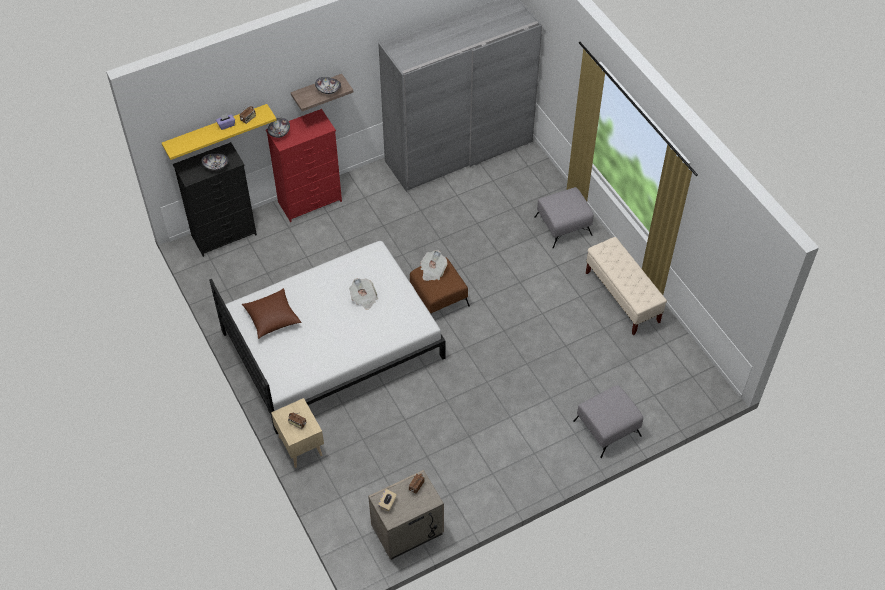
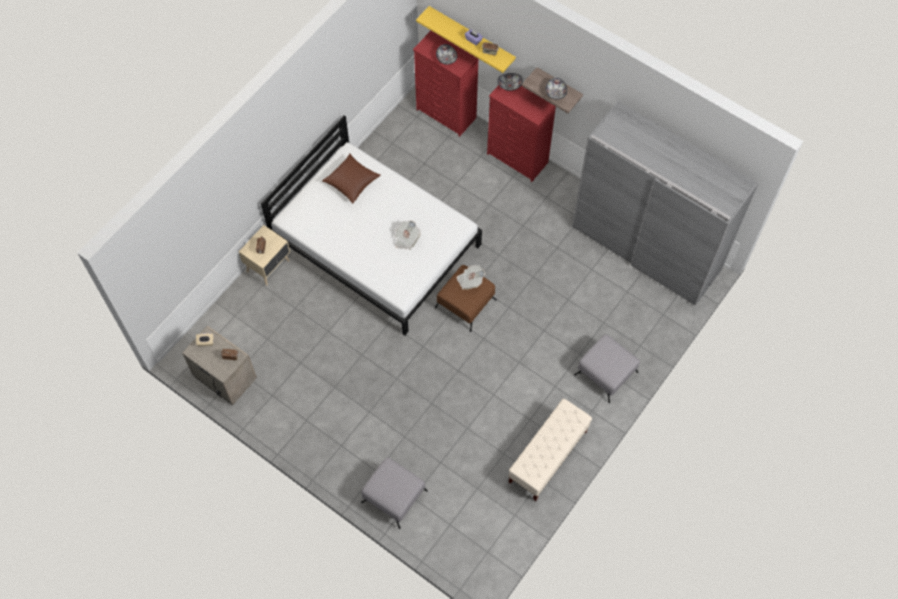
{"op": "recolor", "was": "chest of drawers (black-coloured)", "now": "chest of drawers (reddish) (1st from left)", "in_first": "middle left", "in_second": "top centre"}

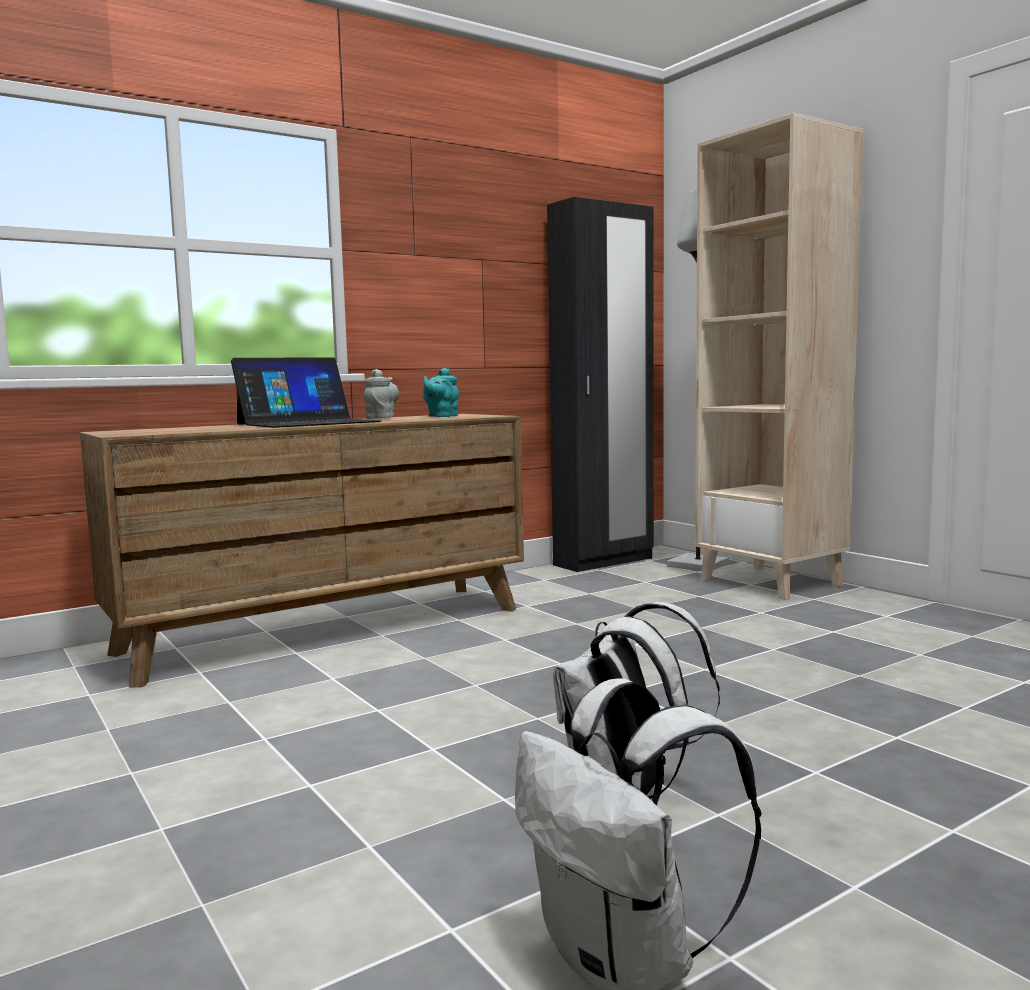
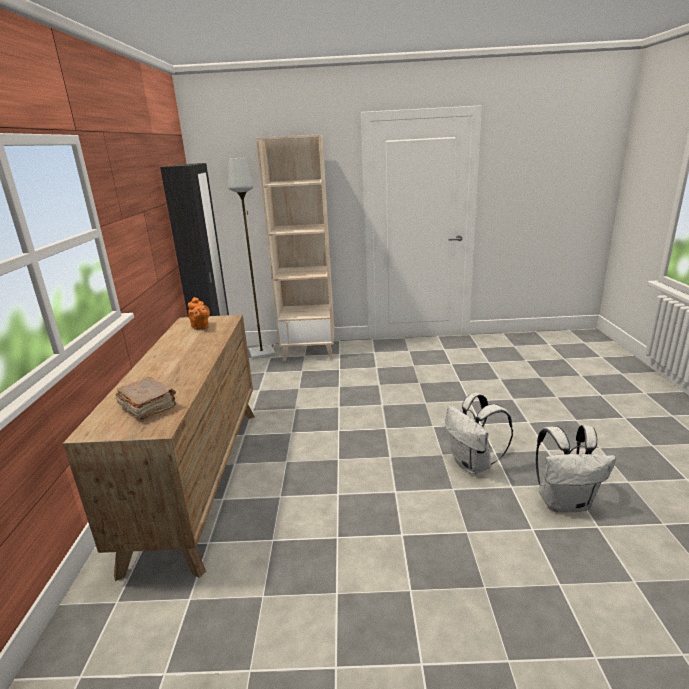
{"op": "delete", "was": "laptop", "in_first": "middle left"}
{"op": "delete", "was": "tea pot (greyish)", "in_first": "centre"}
{"op": "insert", "now": "bound book (brownish)", "in_second": "middle left"}
{"op": "recolor", "was": "tea pot (turquoise)", "now": "tea pot (orangey)", "in_first": "centre", "in_second": "middle left"}

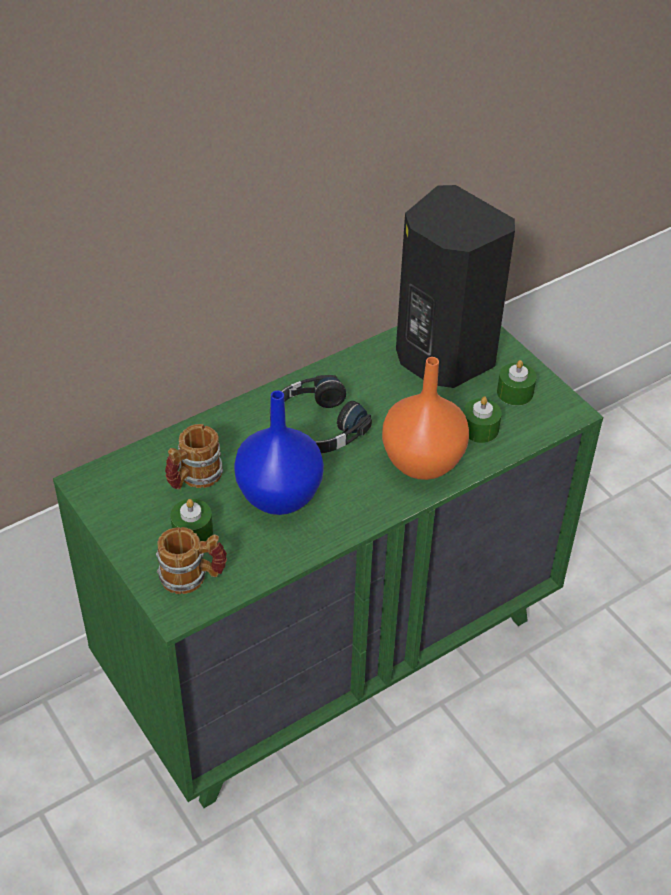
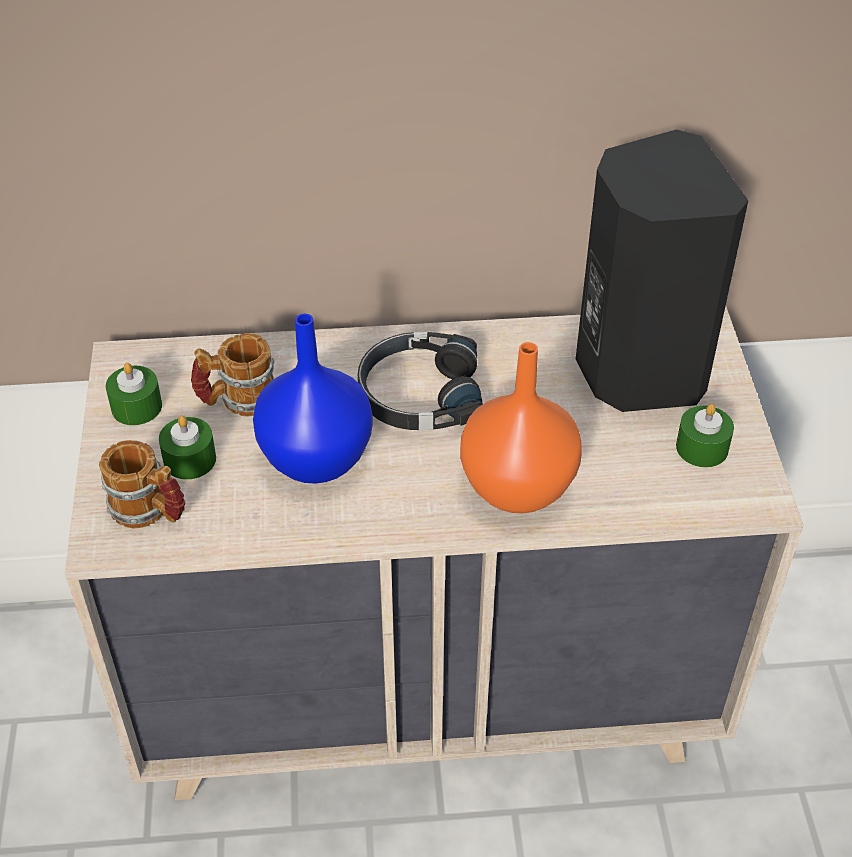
{"op": "move", "was": "wax light (green) (2nd from left in the first image)", "now": "wax light (green) (1st from left)", "in_first": "middle right", "in_second": "middle left"}
{"op": "recolor", "was": "chest of drawers (green)", "now": "chest of drawers (beige)", "in_first": "centre", "in_second": "centre"}

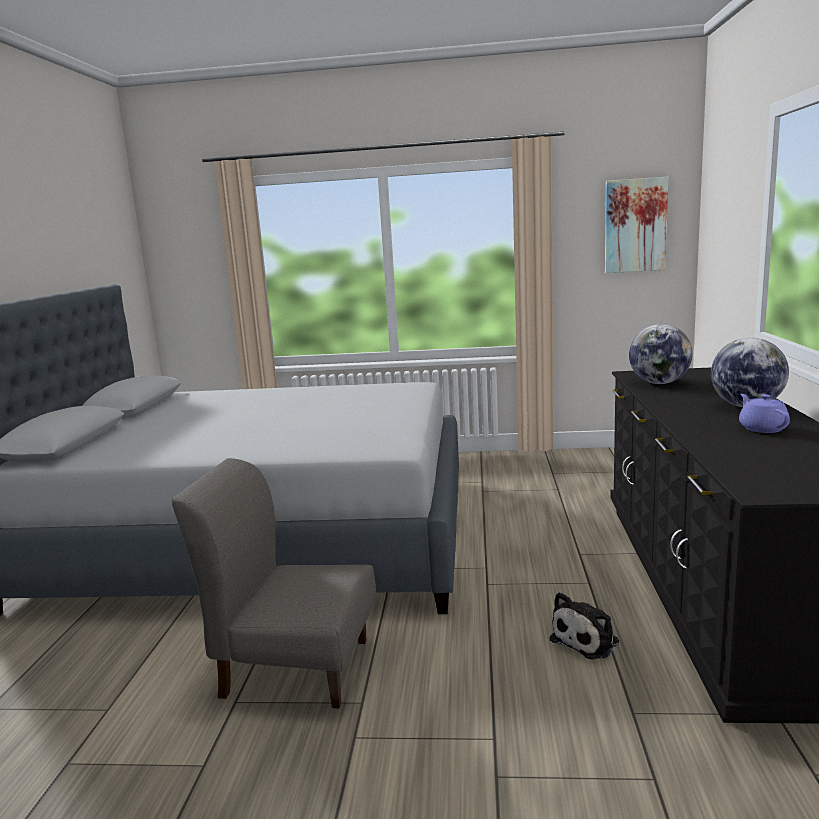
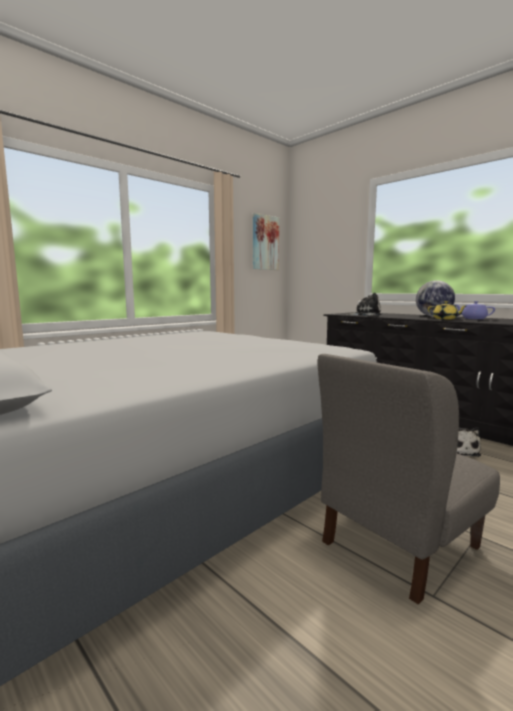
{"op": "insert", "now": "tea pot (yellowish)", "in_second": "middle right"}
{"op": "replace", "was": "globe (1st from left)", "now": "plush toy (1st from left)", "in_first": "middle right", "in_second": "middle right"}

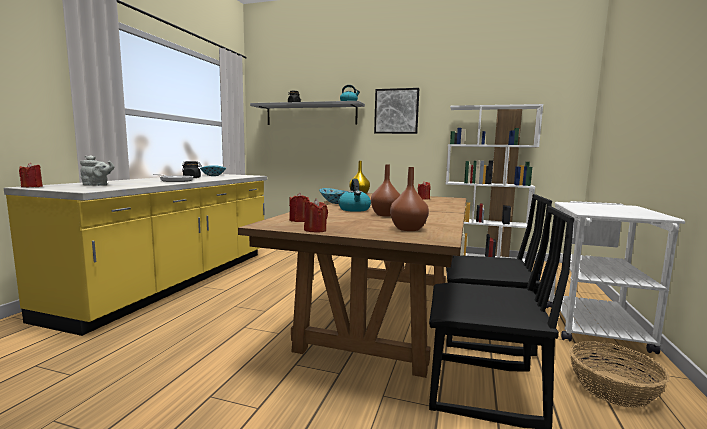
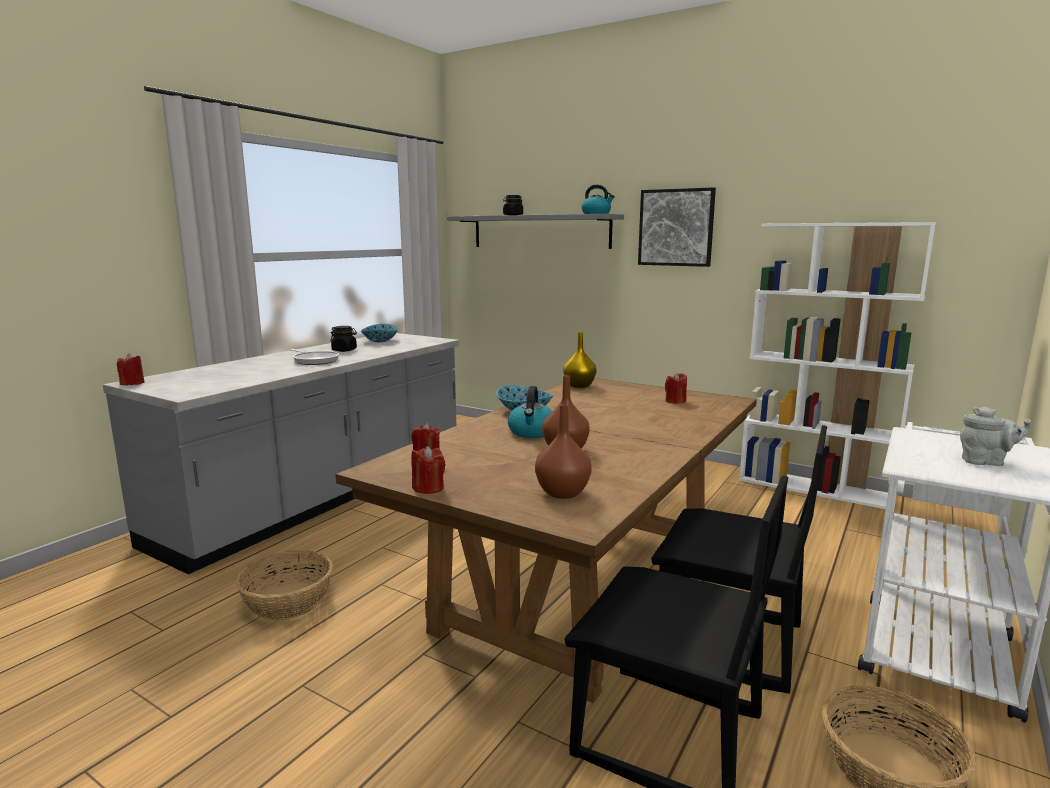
{"op": "insert", "now": "basket (1st from left)", "in_second": "bottom left"}
{"op": "move", "was": "tea pot (greyish)", "in_first": "middle left", "in_second": "middle right"}
{"op": "recolor", "was": "counter (yellowish)", "now": "counter (greyish)", "in_first": "middle left", "in_second": "middle left"}

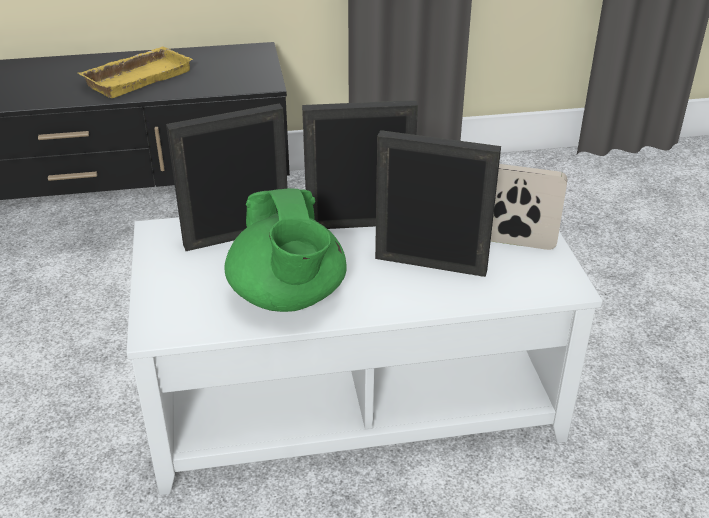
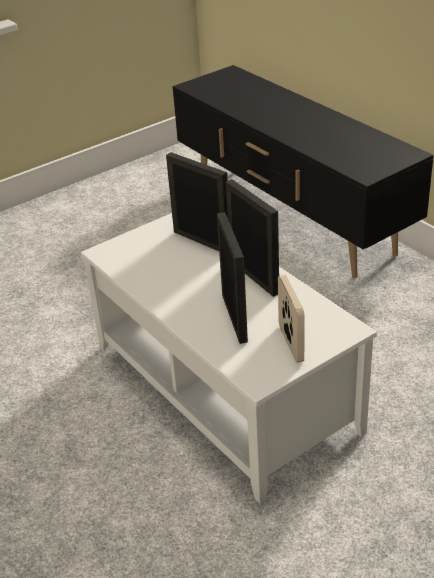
{"op": "delete", "was": "serving tray (yellowish)", "in_first": "top left"}
{"op": "delete", "was": "tea pot (green)", "in_first": "centre"}

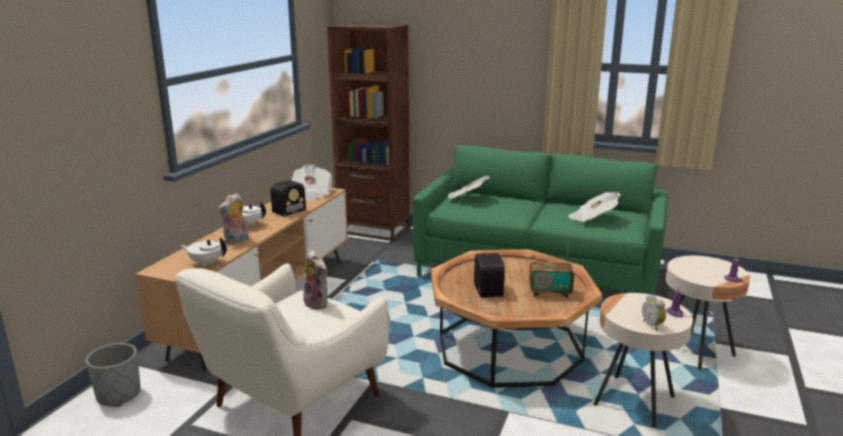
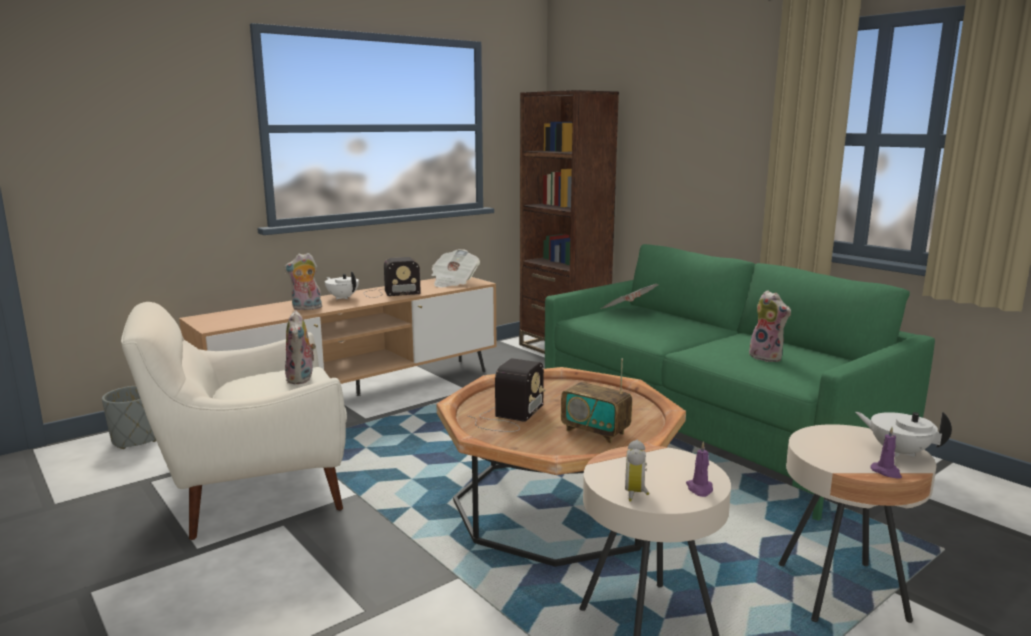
{"op": "move", "was": "tea pot (white) (1st from left in the first image)", "now": "tea pot (white) (2nd from left)", "in_first": "middle left", "in_second": "bottom right"}
{"op": "replace", "was": "printed paper (3rd from left)", "now": "plush toy (3rd from left)", "in_first": "middle right", "in_second": "middle right"}

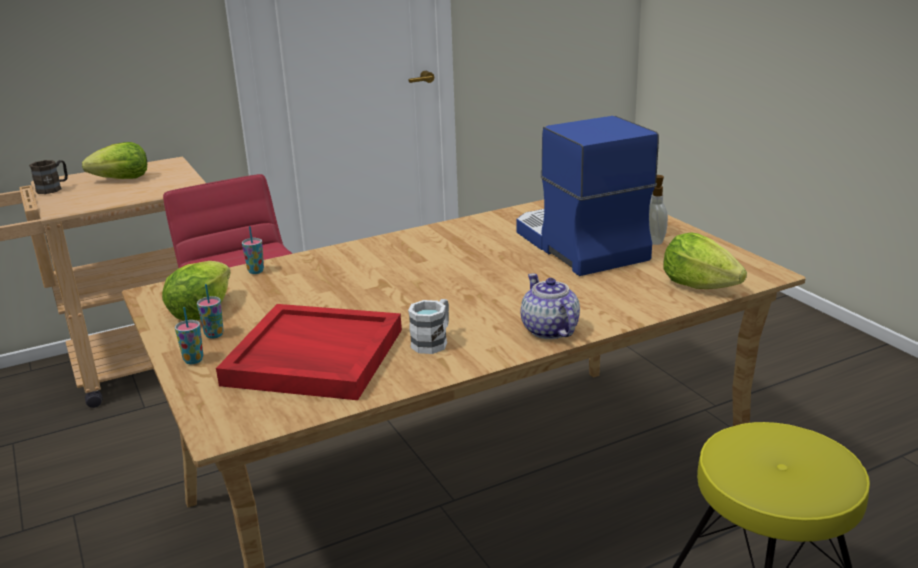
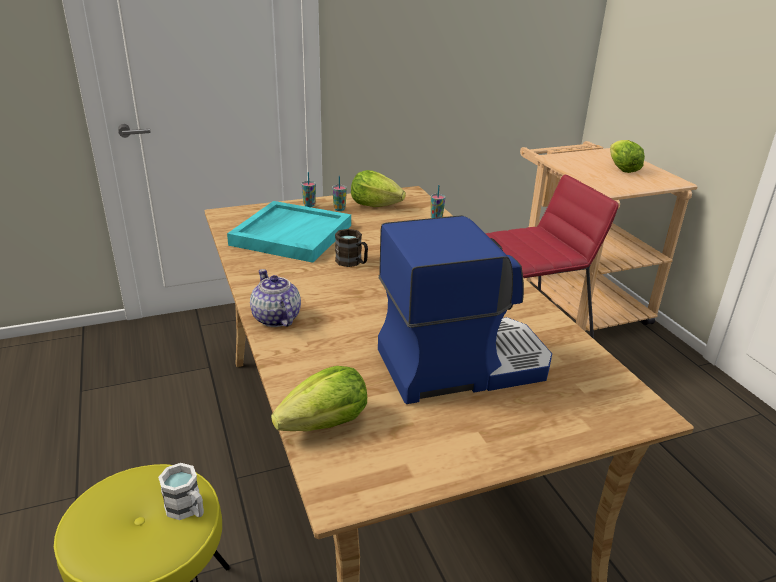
{"op": "delete", "was": "soap dispenser", "in_first": "middle right"}
{"op": "move", "was": "mug (brownish)", "in_first": "top left", "in_second": "centre"}
{"op": "move", "was": "mug (white)", "in_first": "centre", "in_second": "bottom left"}
{"op": "recolor", "was": "serving tray (reddish)", "now": "serving tray (turquoise)", "in_first": "centre", "in_second": "centre"}
{"op": "rotate", "was": "tea pot", "in_first": "centre", "in_second": "centre", "clockwise": -105}

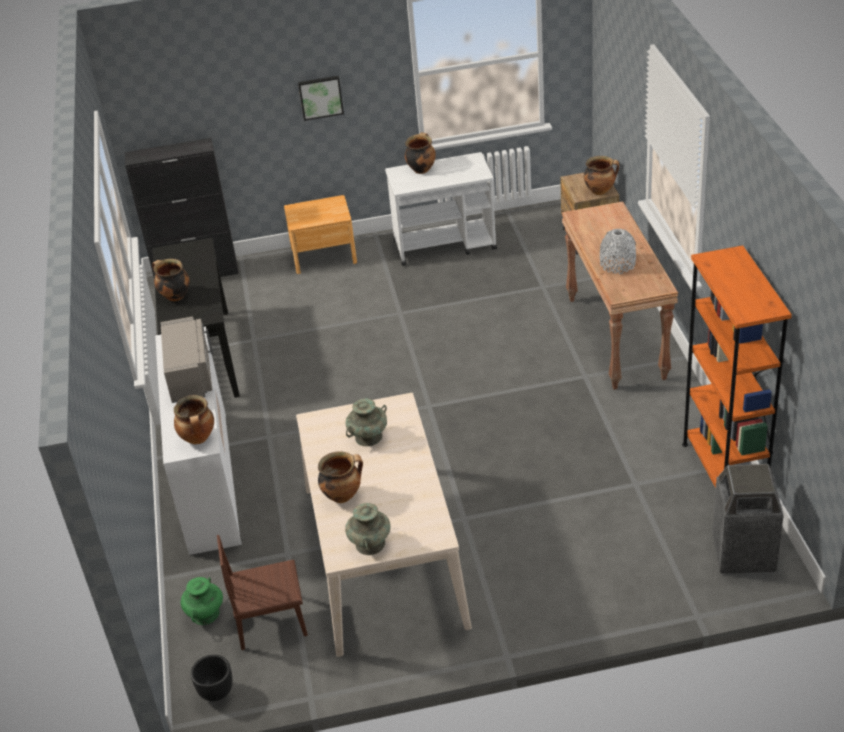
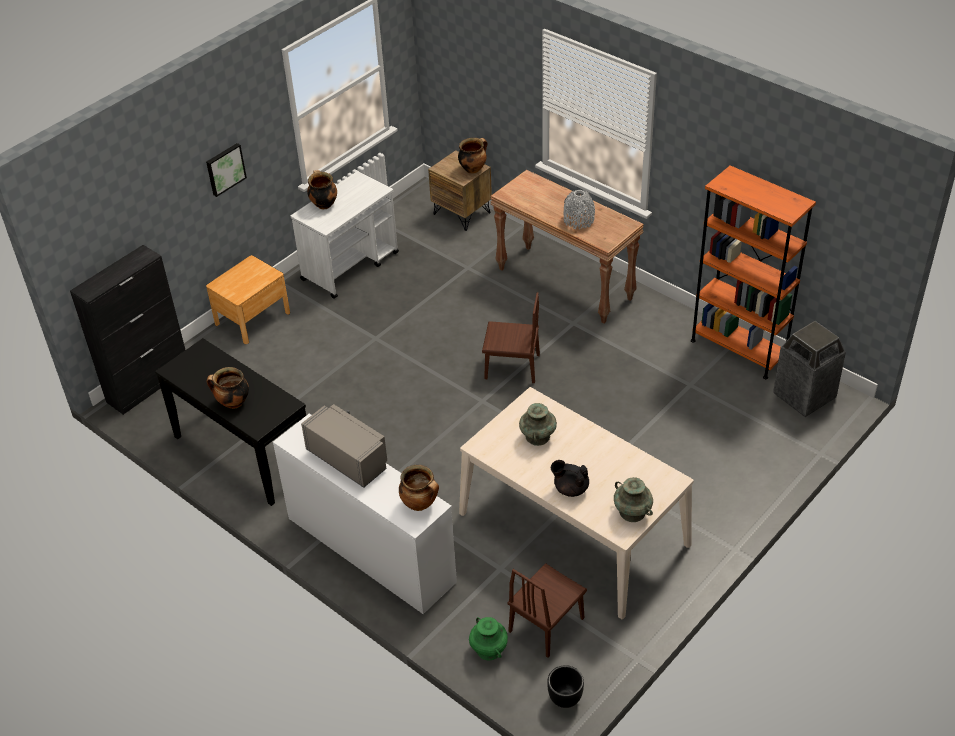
{"op": "insert", "now": "plain chair (brownish) (1st from left)", "in_second": "centre"}
{"op": "replace", "was": "cooking pot (3rd from left)", "now": "tea pot (black-coloured)", "in_first": "centre", "in_second": "centre"}

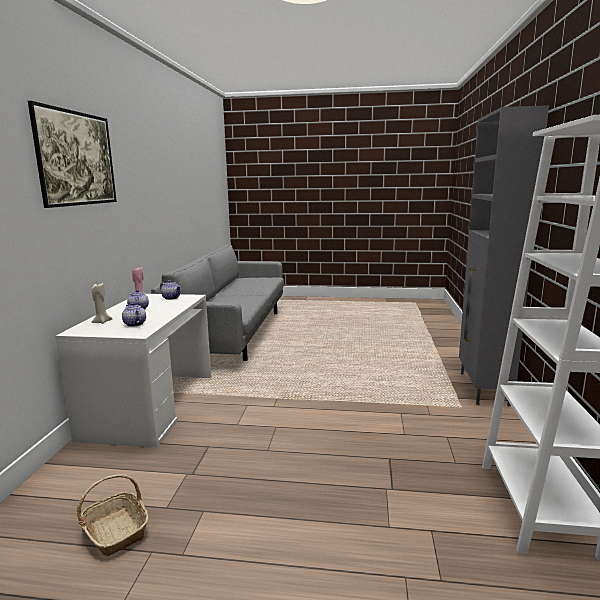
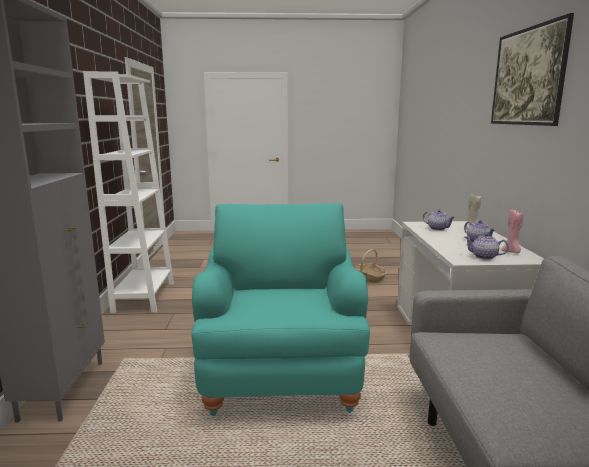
{"op": "insert", "now": "lounge chair (turquoise)", "in_second": "centre"}

